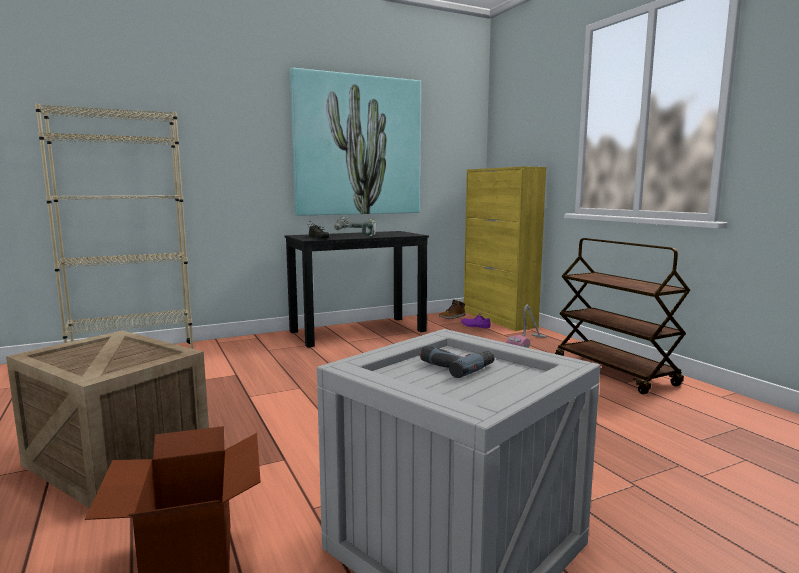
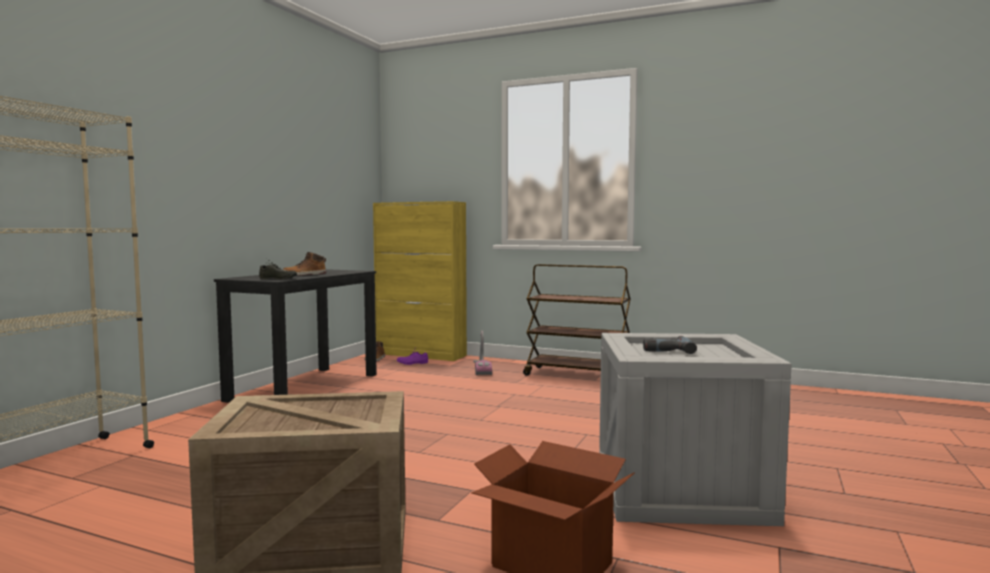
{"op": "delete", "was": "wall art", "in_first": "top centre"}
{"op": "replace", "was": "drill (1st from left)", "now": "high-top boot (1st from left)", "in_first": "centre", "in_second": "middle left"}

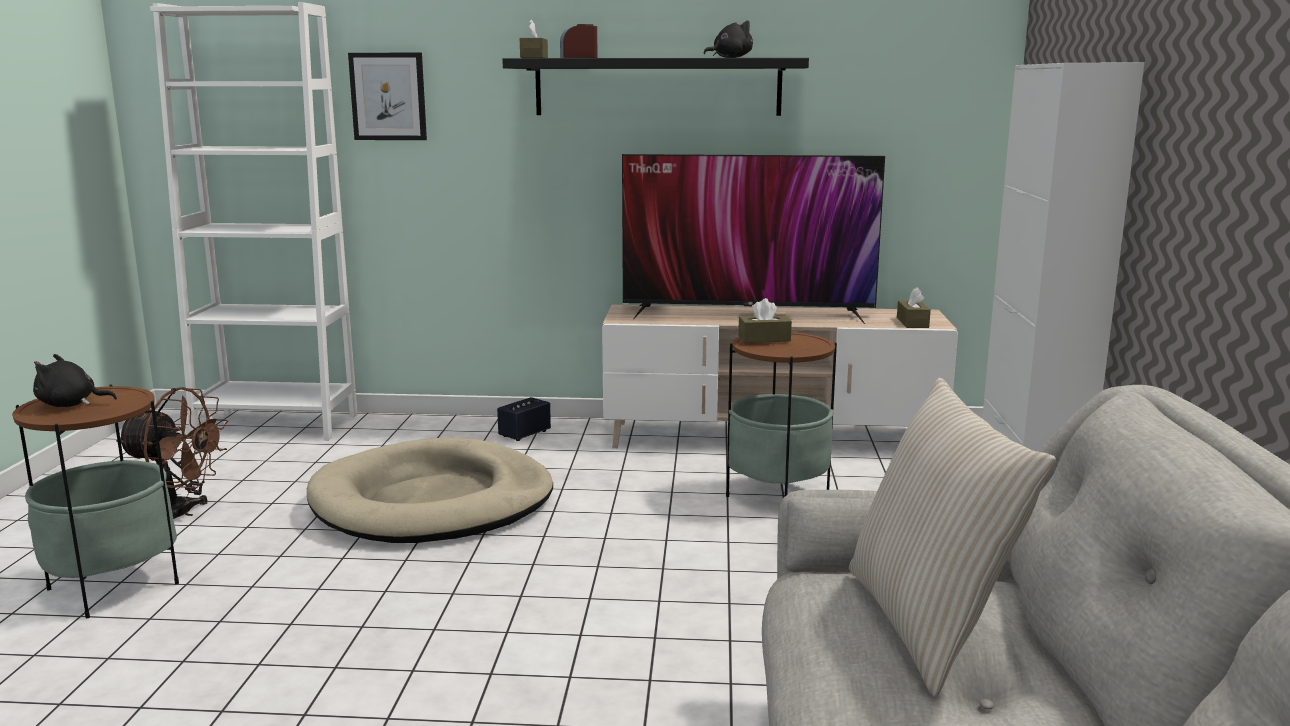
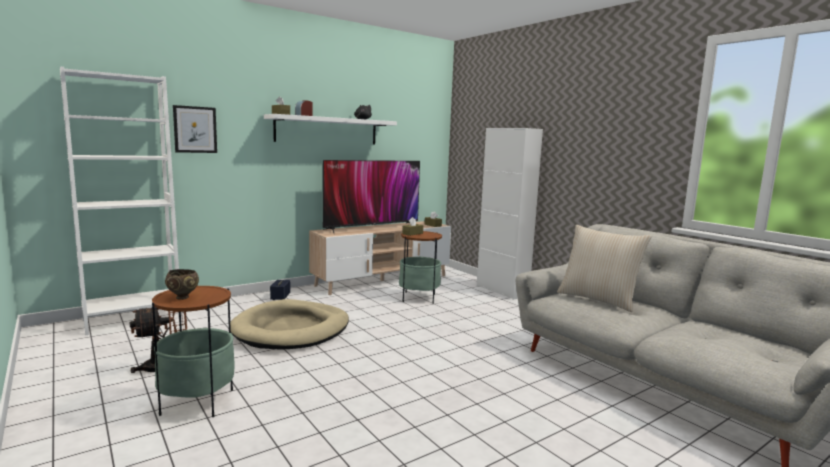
{"op": "replace", "was": "plush toy (black-coloured) (1st from left)", "now": "serving bowl (brownish)", "in_first": "middle left", "in_second": "middle left"}
{"op": "recolor", "was": "shelf (black-coloured)", "now": "shelf (white)", "in_first": "top centre", "in_second": "top centre"}

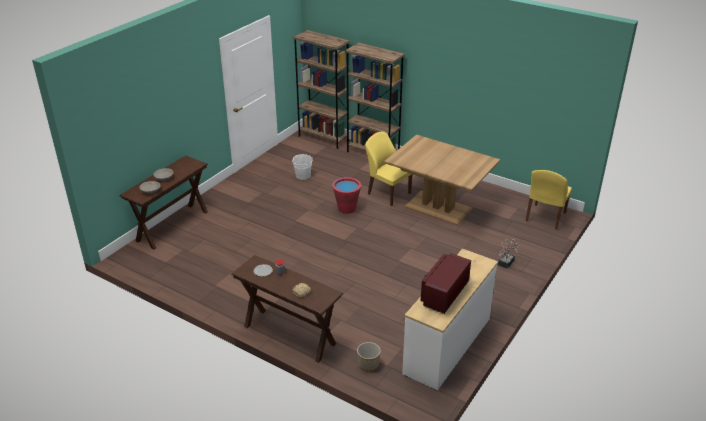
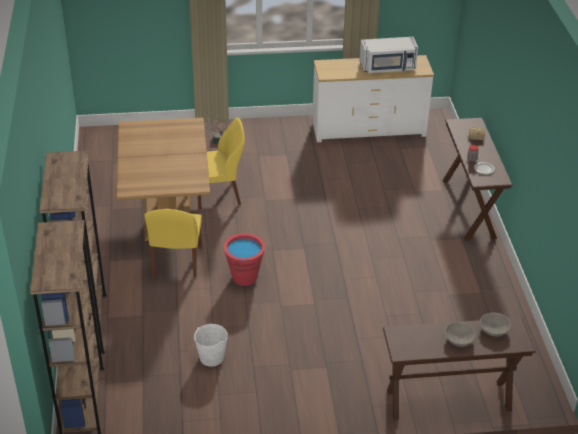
{"op": "delete", "was": "planter", "in_first": "bottom centre"}
{"op": "move", "was": "plain chair (yellowish) (2nd from left)", "in_first": "middle right", "in_second": "centre"}
{"op": "recolor", "was": "kitchen microwave (reddish)", "now": "kitchen microwave (white)", "in_first": "bottom centre", "in_second": "top right"}

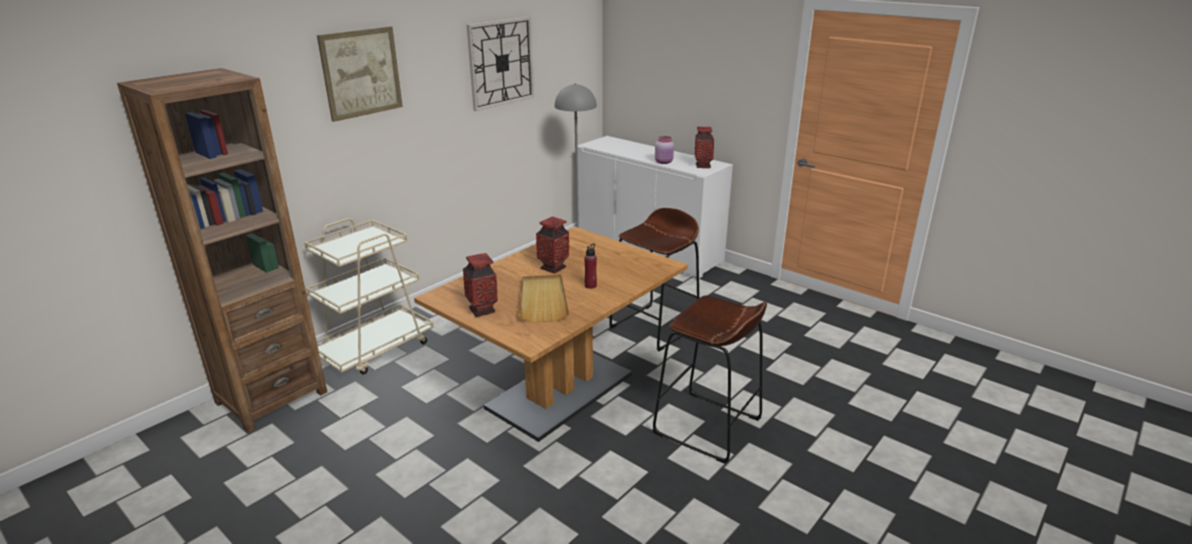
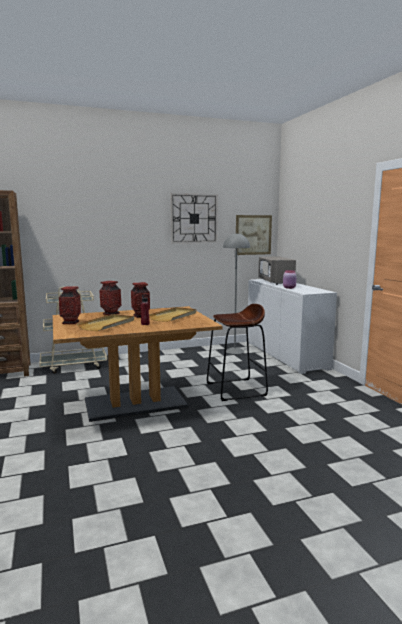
{"op": "delete", "was": "stool seat (brownish) (2nd from left)", "in_first": "bottom centre"}
{"op": "insert", "now": "serving tray (beige) (2nd from left)", "in_second": "centre"}
{"op": "insert", "now": "kitchen microwave (greyish)", "in_second": "middle right"}
{"op": "move", "was": "wall art", "in_first": "top left", "in_second": "centre"}
{"op": "move", "was": "flower vase (3rd from left in the first image)", "now": "flower vase (2nd from left)", "in_first": "top centre", "in_second": "middle left"}

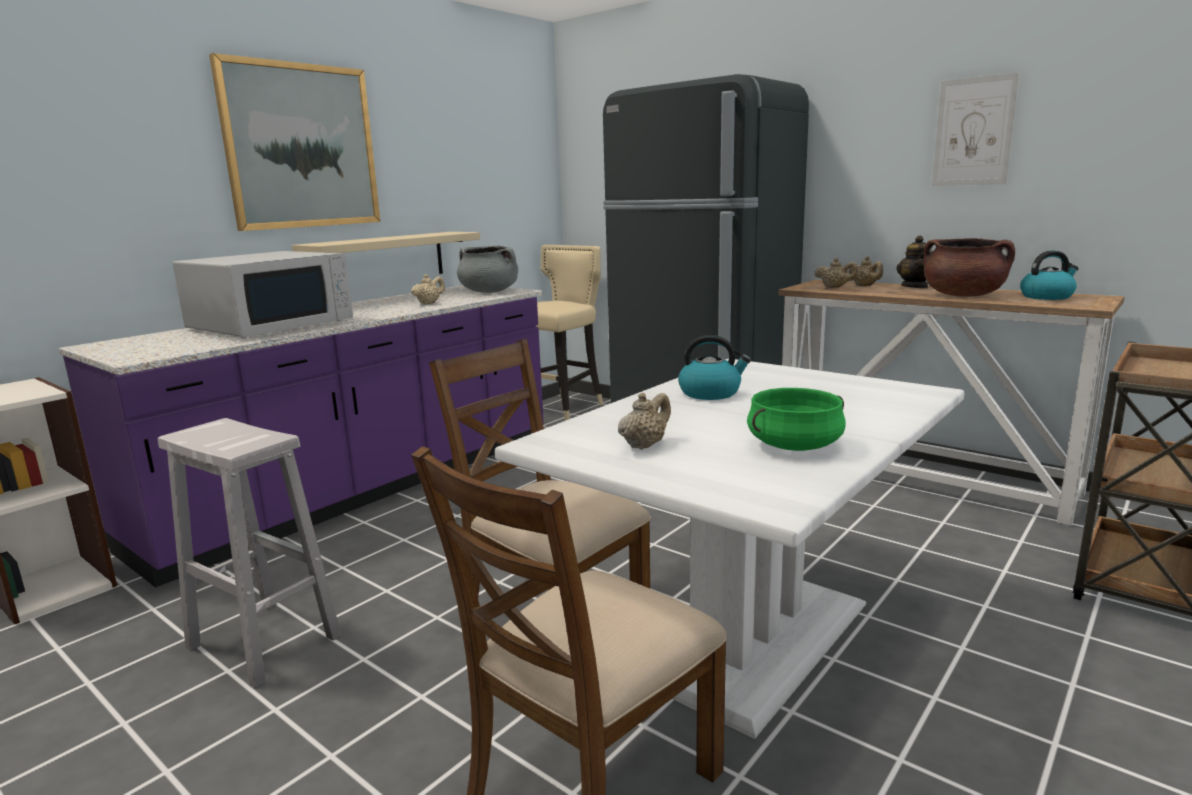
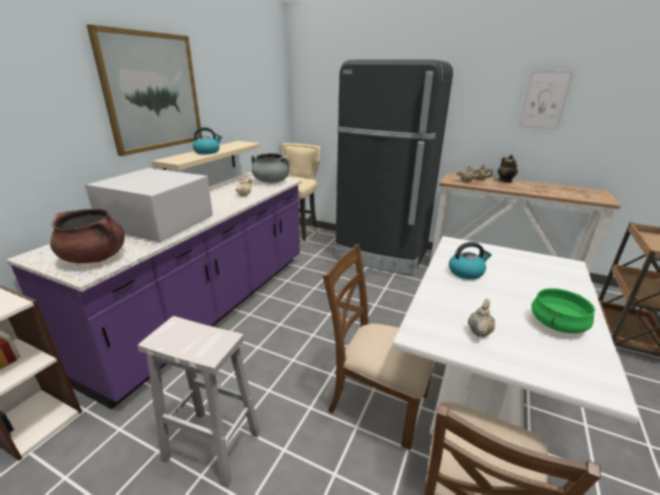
{"op": "move", "was": "cooking pot (brownish)", "in_first": "middle right", "in_second": "middle left"}
{"op": "move", "was": "kettle (2nd from left in the first image)", "now": "kettle (1st from left)", "in_first": "middle right", "in_second": "top left"}
{"op": "rotate", "was": "kitchen microwave (white)", "in_first": "middle left", "in_second": "middle left", "clockwise": -90}

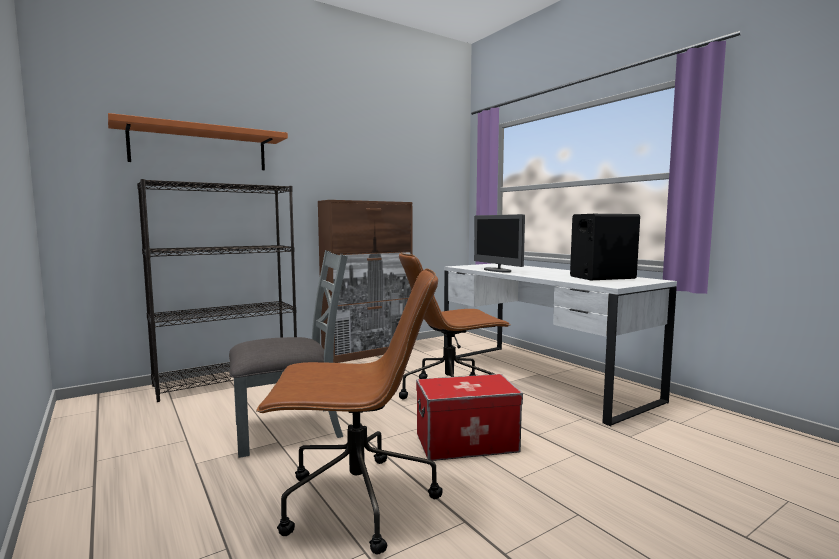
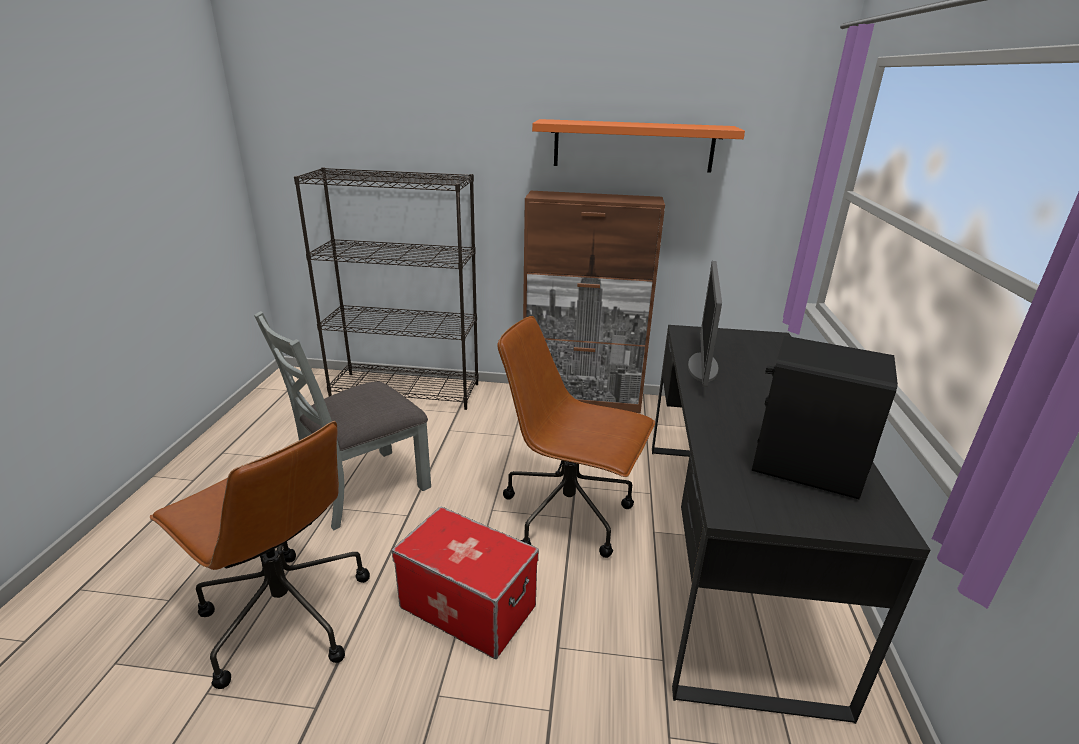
{"op": "move", "was": "shelf (orangey)", "in_first": "top left", "in_second": "top centre"}
{"op": "recolor", "was": "desk (white)", "now": "desk (black-coloured)", "in_first": "middle right", "in_second": "bottom right"}
{"op": "rotate", "was": "plain chair (greyish)", "in_first": "centre", "in_second": "middle left", "clockwise": 120}

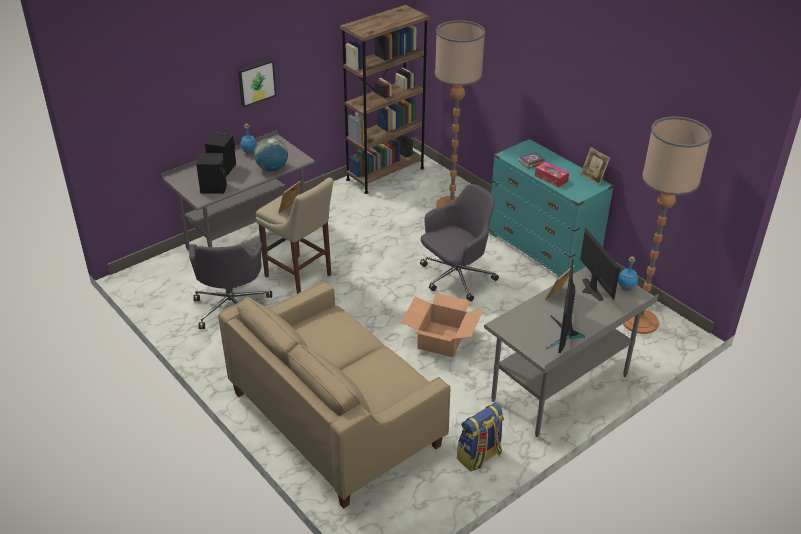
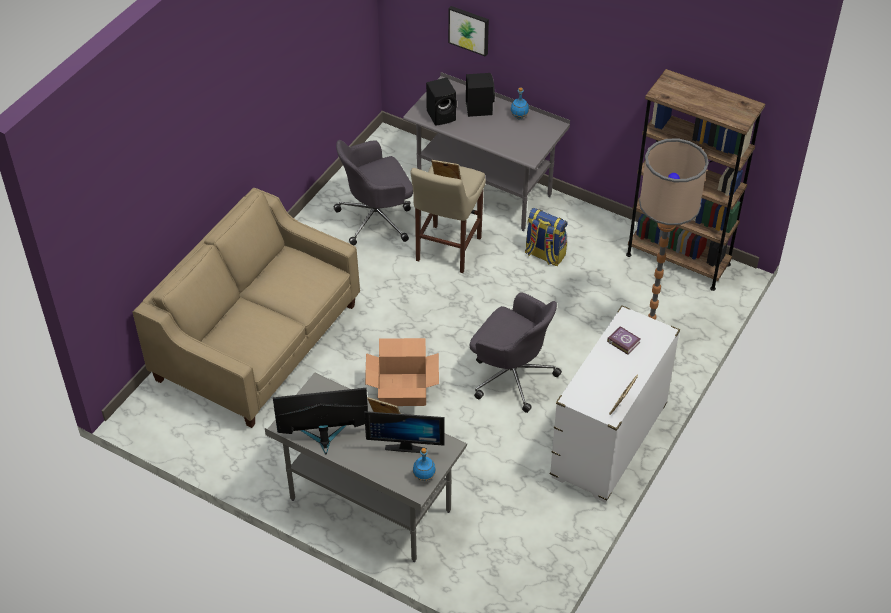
{"op": "delete", "was": "globe", "in_first": "top centre"}
{"op": "delete", "was": "tissue box", "in_first": "top right"}
{"op": "delete", "was": "standing lamp (2nd from left)", "in_first": "middle right"}
{"op": "move", "was": "wall art", "in_first": "top left", "in_second": "top centre"}
{"op": "move", "was": "rucksack", "in_first": "bottom centre", "in_second": "centre"}
{"op": "recolor", "was": "chest of drawers (turquoise)", "now": "chest of drawers (white)", "in_first": "middle right", "in_second": "middle right"}
{"op": "rotate", "was": "computer screen (2nd from left)", "in_first": "middle right", "in_second": "bottom centre", "clockwise": 45}

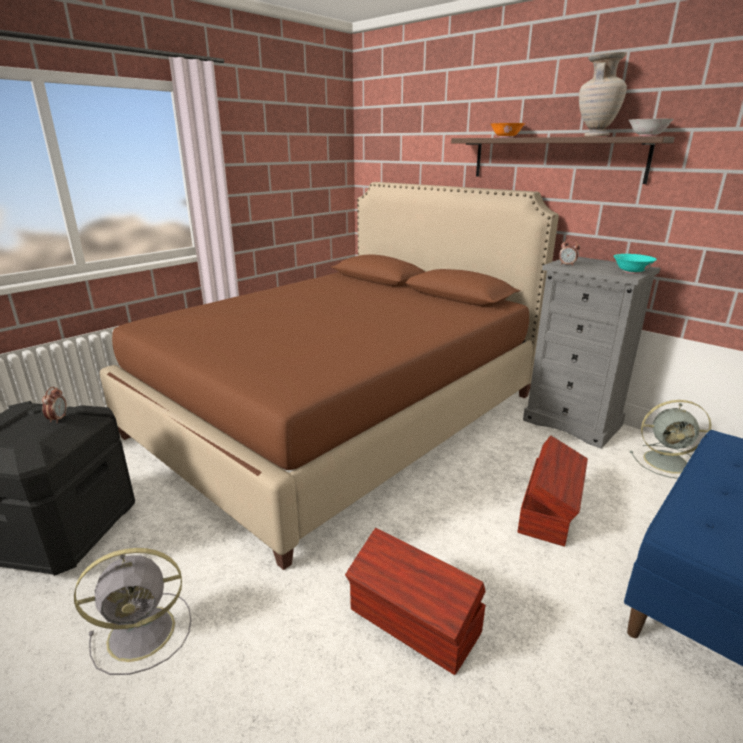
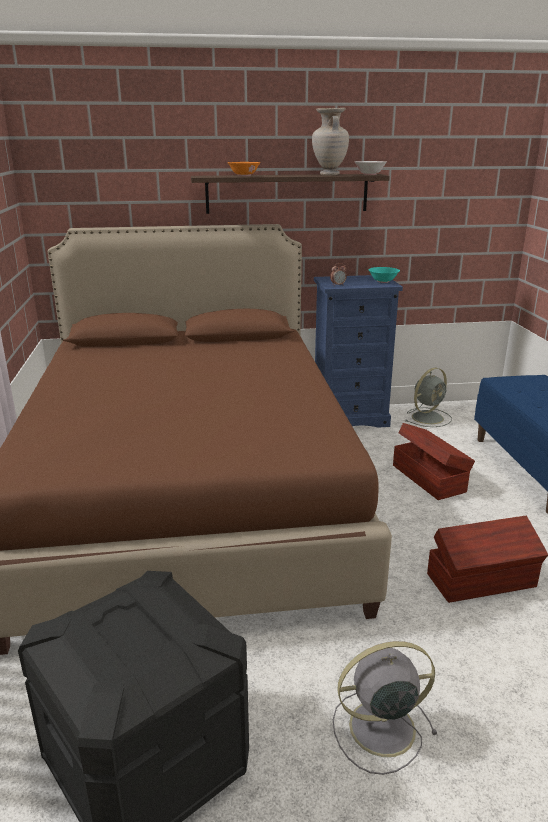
{"op": "delete", "was": "alarm clock (1st from left)", "in_first": "middle left"}
{"op": "recolor", "was": "chest of drawers (greyish)", "now": "chest of drawers (blue)", "in_first": "middle right", "in_second": "centre"}
{"op": "rotate", "was": "cooling fan (greyish) (1st from left)", "in_first": "bottom left", "in_second": "bottom right", "clockwise": -120}

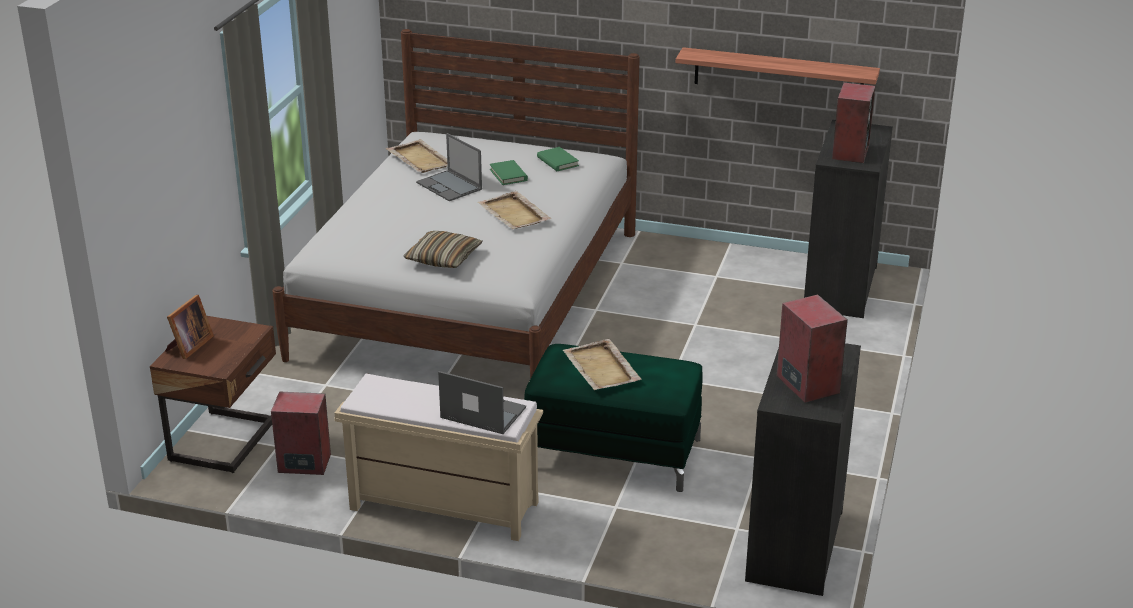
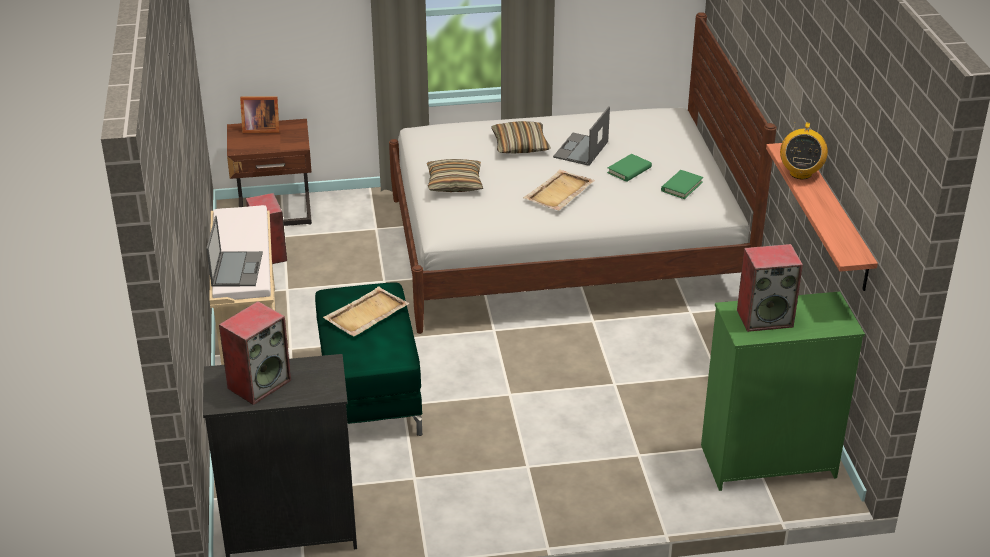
{"op": "delete", "was": "serving tray (beige) (1st from left)", "in_first": "top centre"}
{"op": "insert", "now": "throw pillow (2nd from left)", "in_second": "top centre"}
{"op": "insert", "now": "radio receiver", "in_second": "top right"}
{"op": "recolor", "was": "chest of drawers (black-coloured) (2nd from left)", "now": "chest of drawers (green)", "in_first": "middle right", "in_second": "bottom right"}

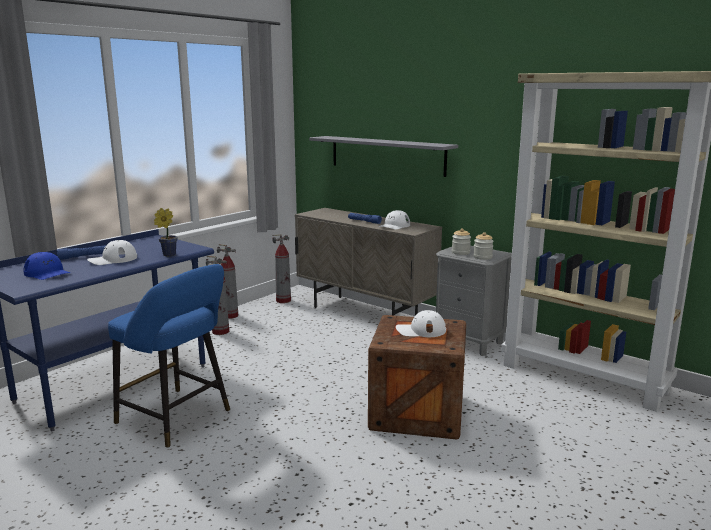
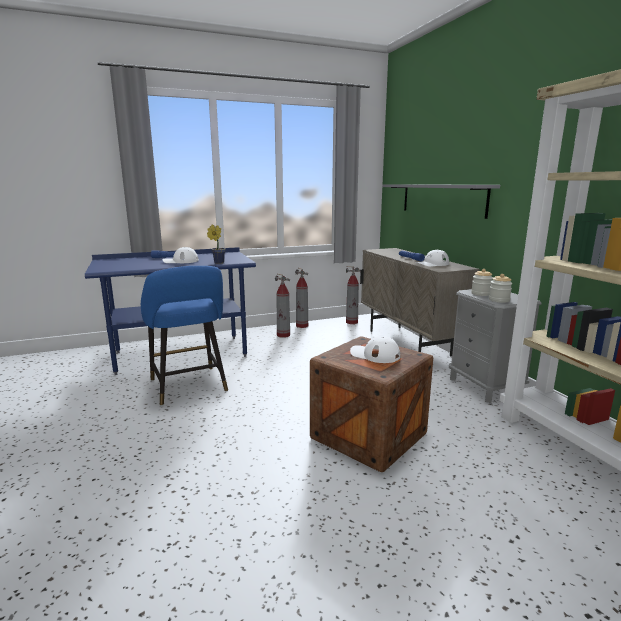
{"op": "delete", "was": "baseball cap (blue)", "in_first": "middle left"}

